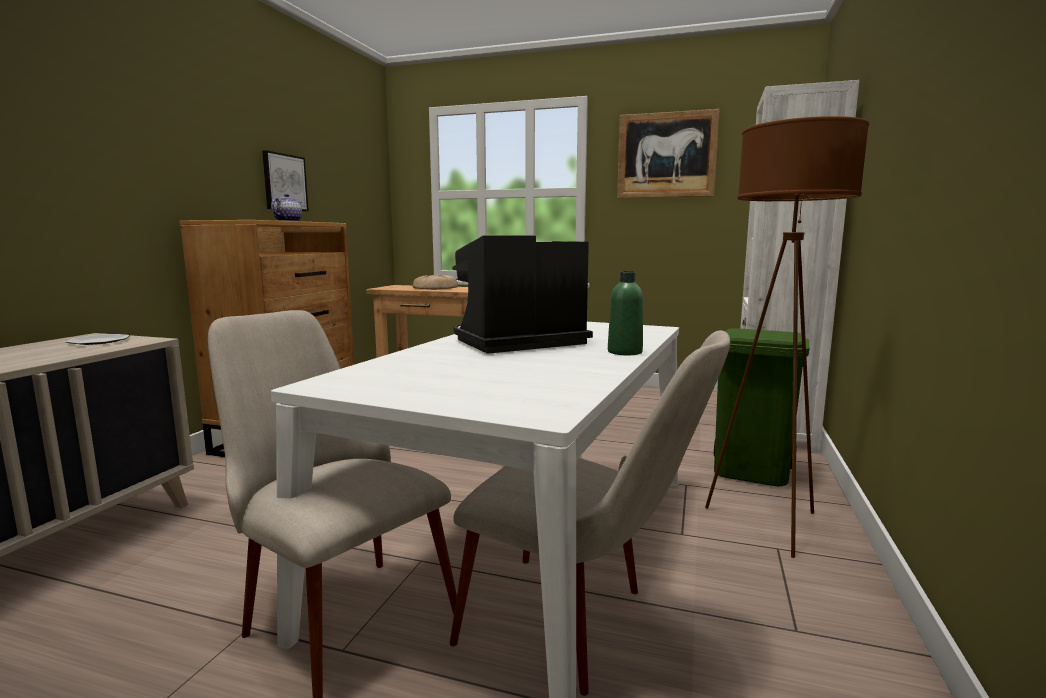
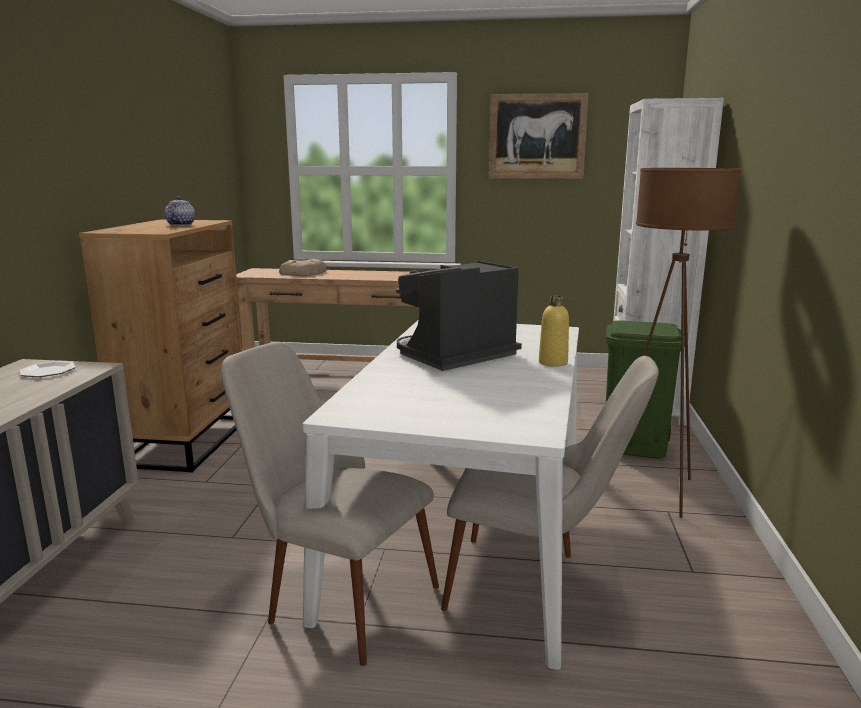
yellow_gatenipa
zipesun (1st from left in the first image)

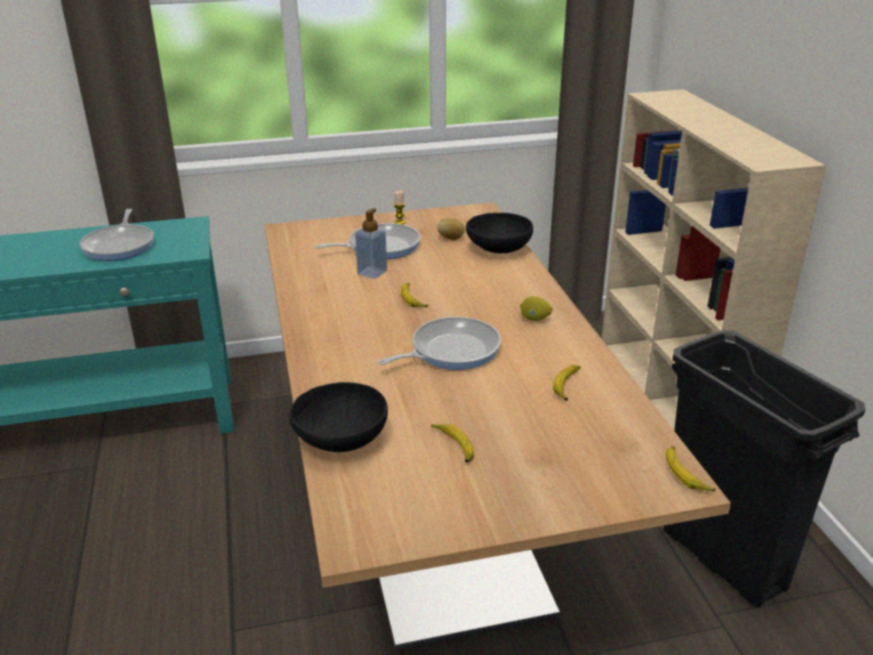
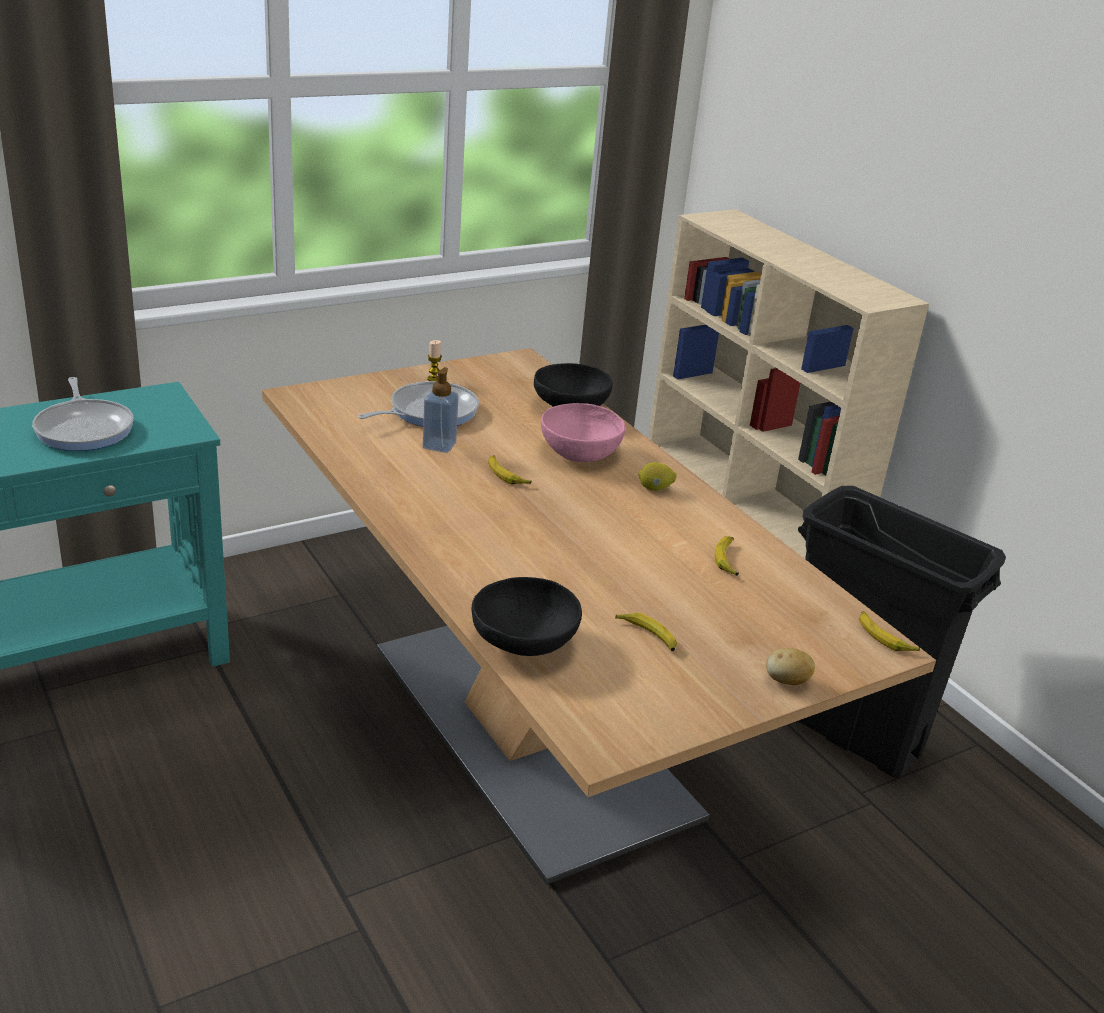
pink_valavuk
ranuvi
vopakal (3rd from left in the first image)

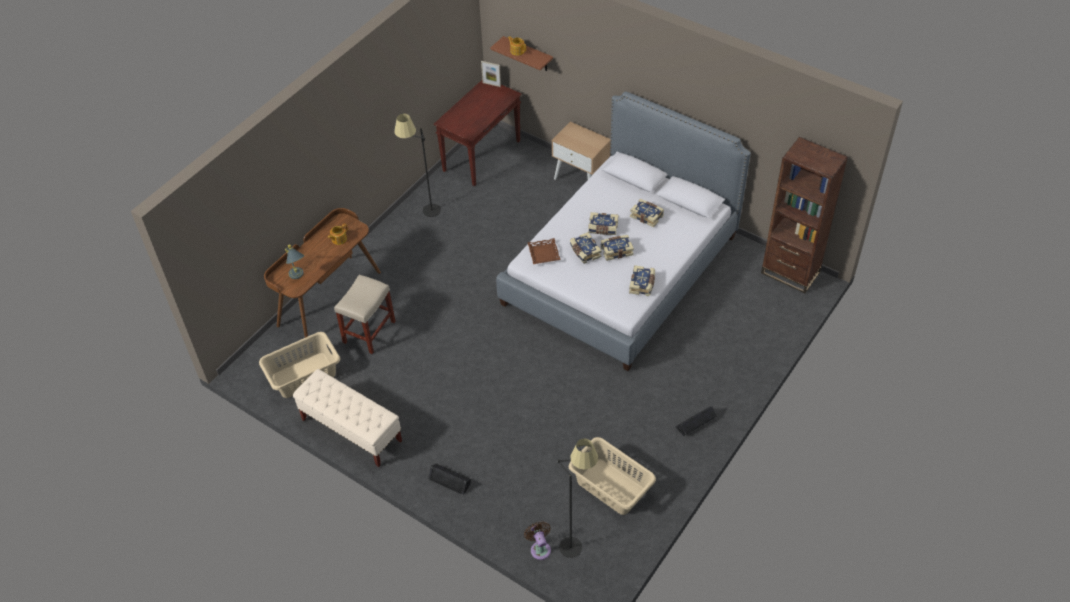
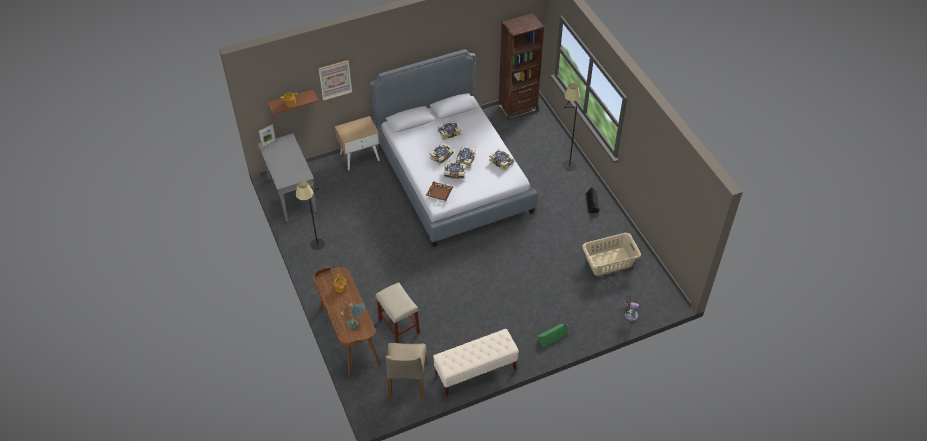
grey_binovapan
zipesun
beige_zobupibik
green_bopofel
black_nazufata (2nd from left)

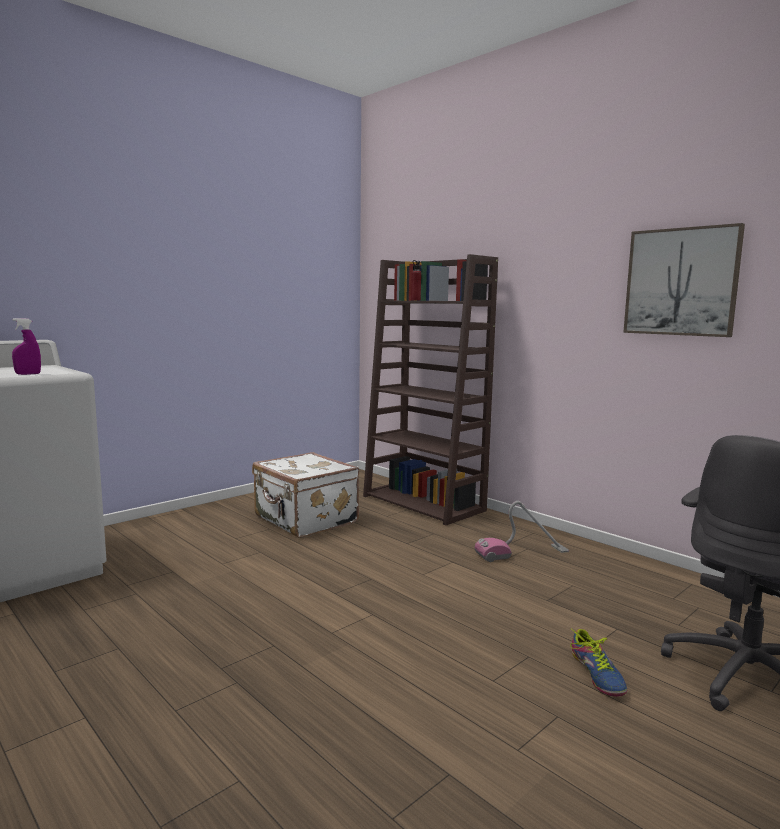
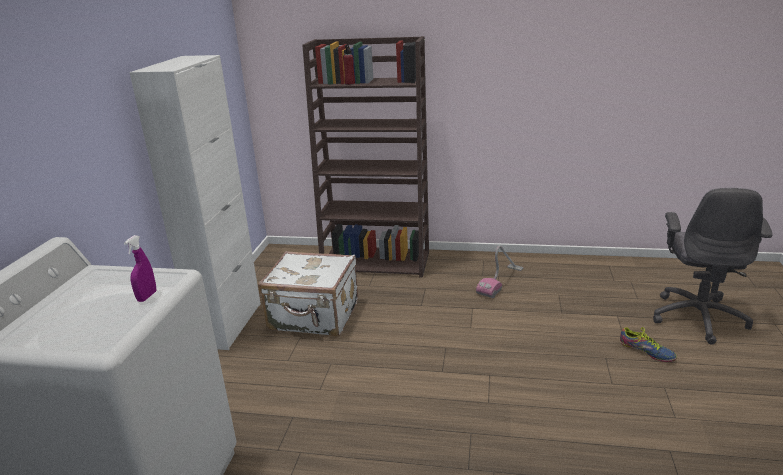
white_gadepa
zipesun

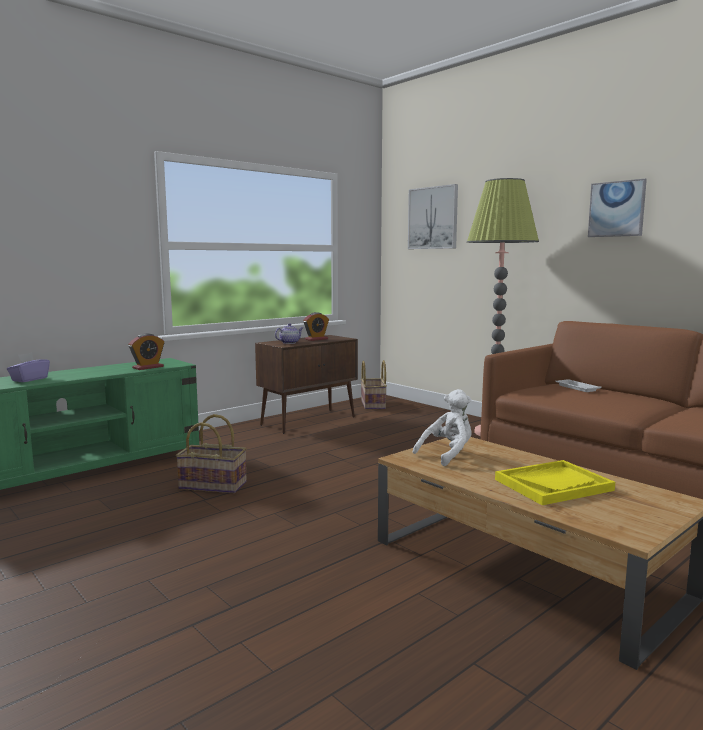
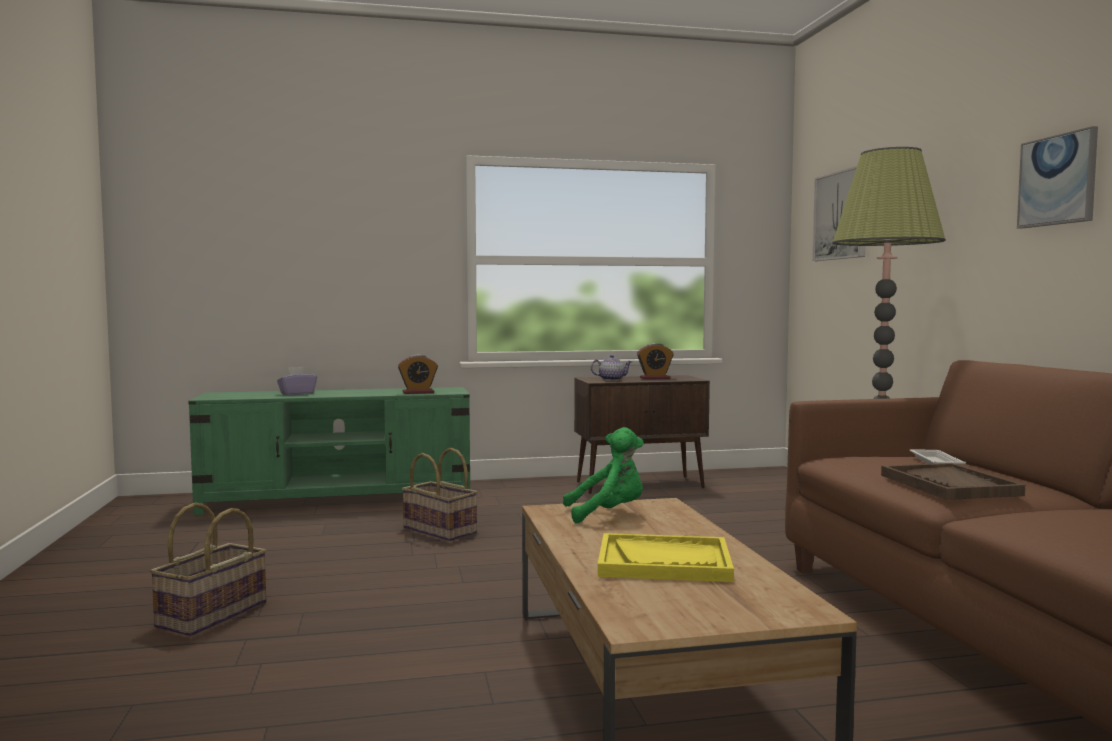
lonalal (1st from left)
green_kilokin
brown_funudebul

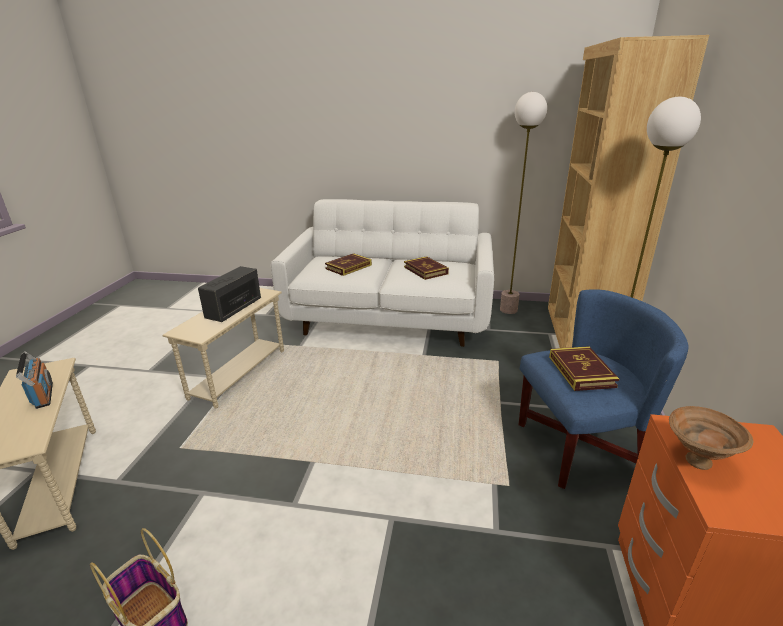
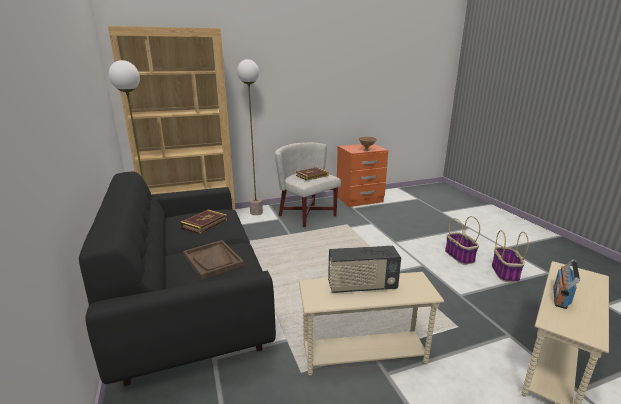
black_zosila
brown_funudebul
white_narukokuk
lonalal (1st from left)

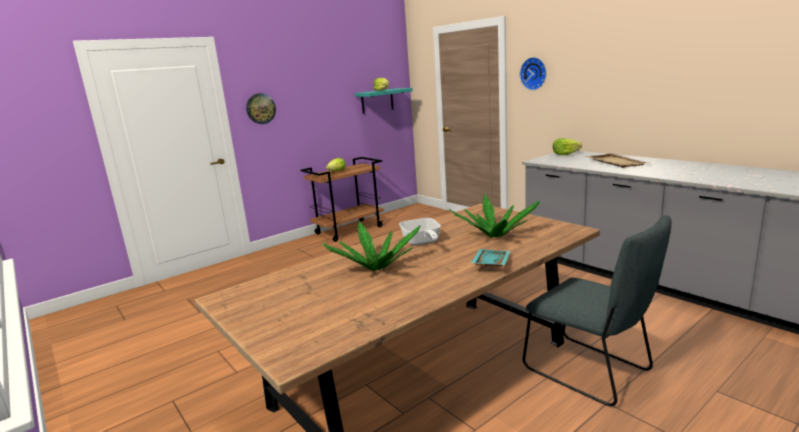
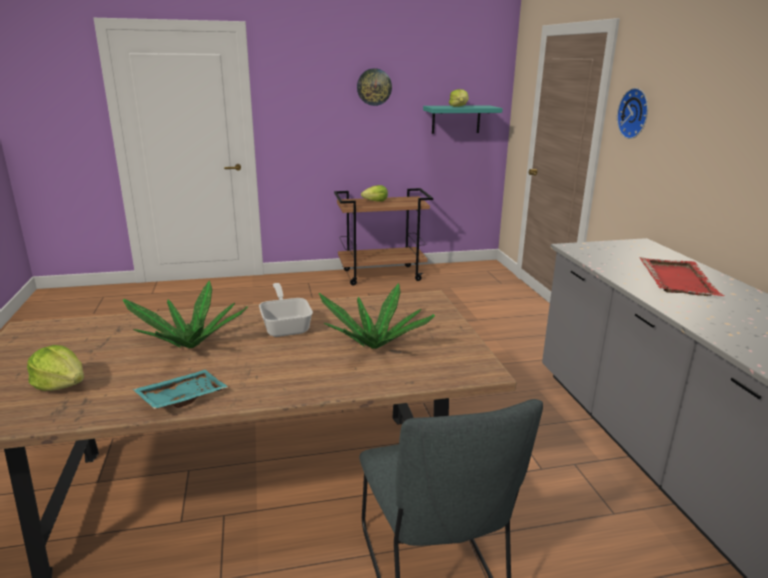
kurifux (1st from left)
turquoise_funudebul
vopakal
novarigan (1st from left)
red_funudebul

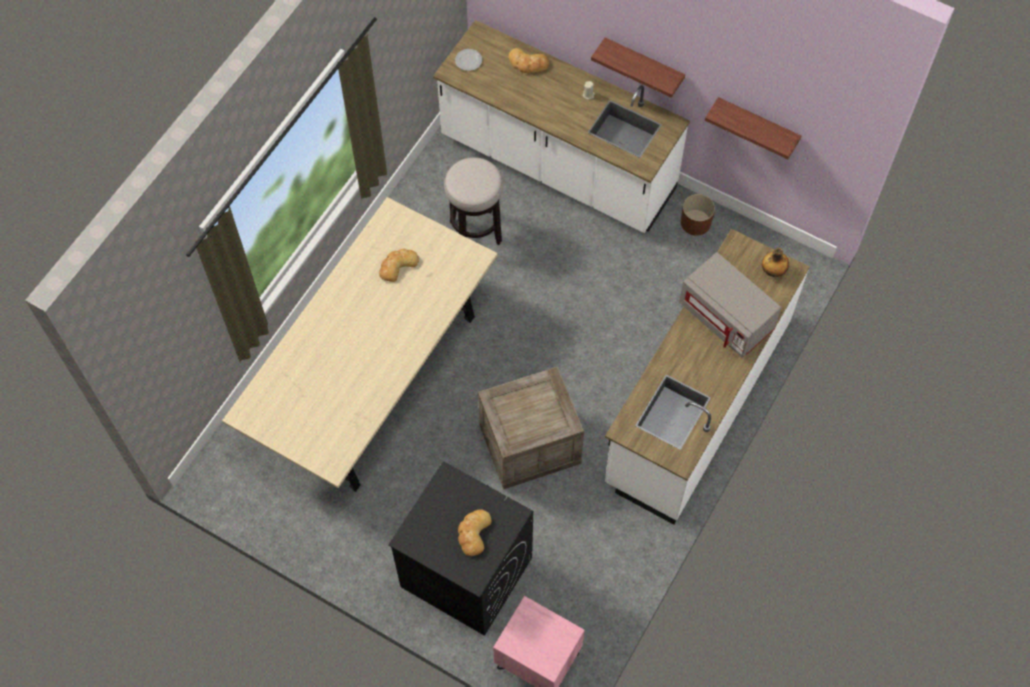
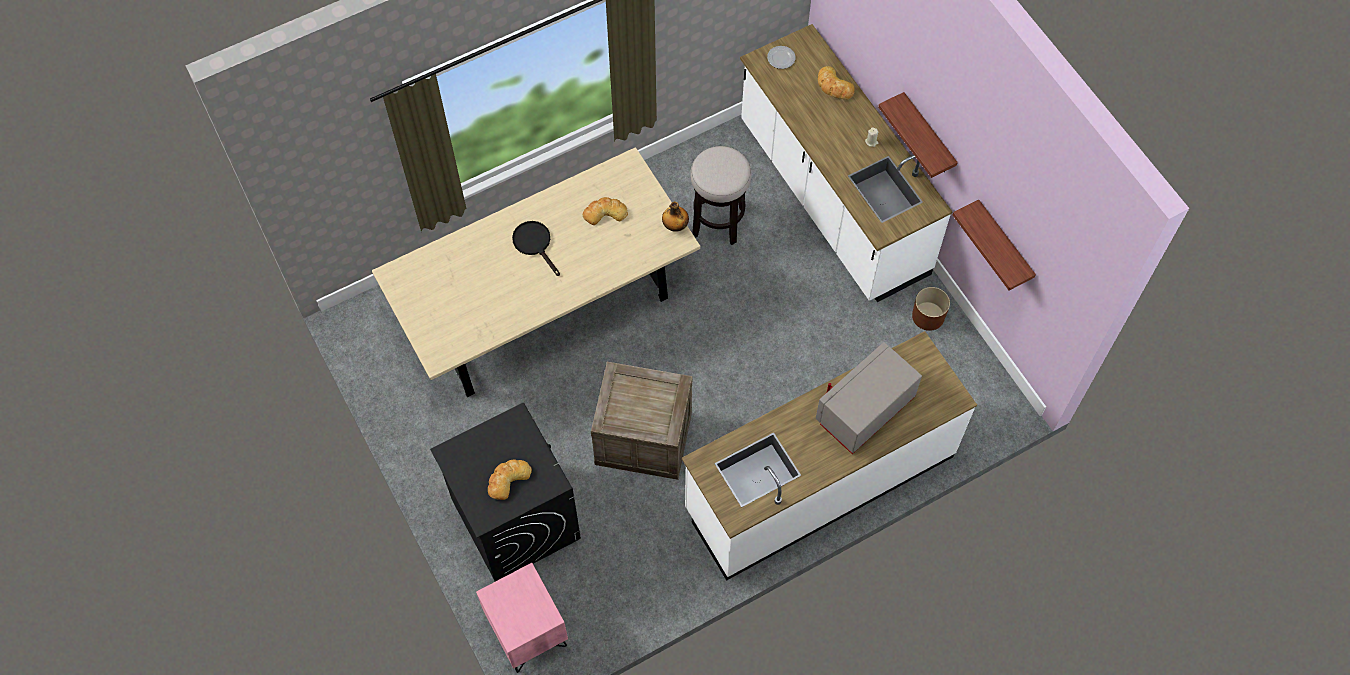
black_vopakal
gatenipa
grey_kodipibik

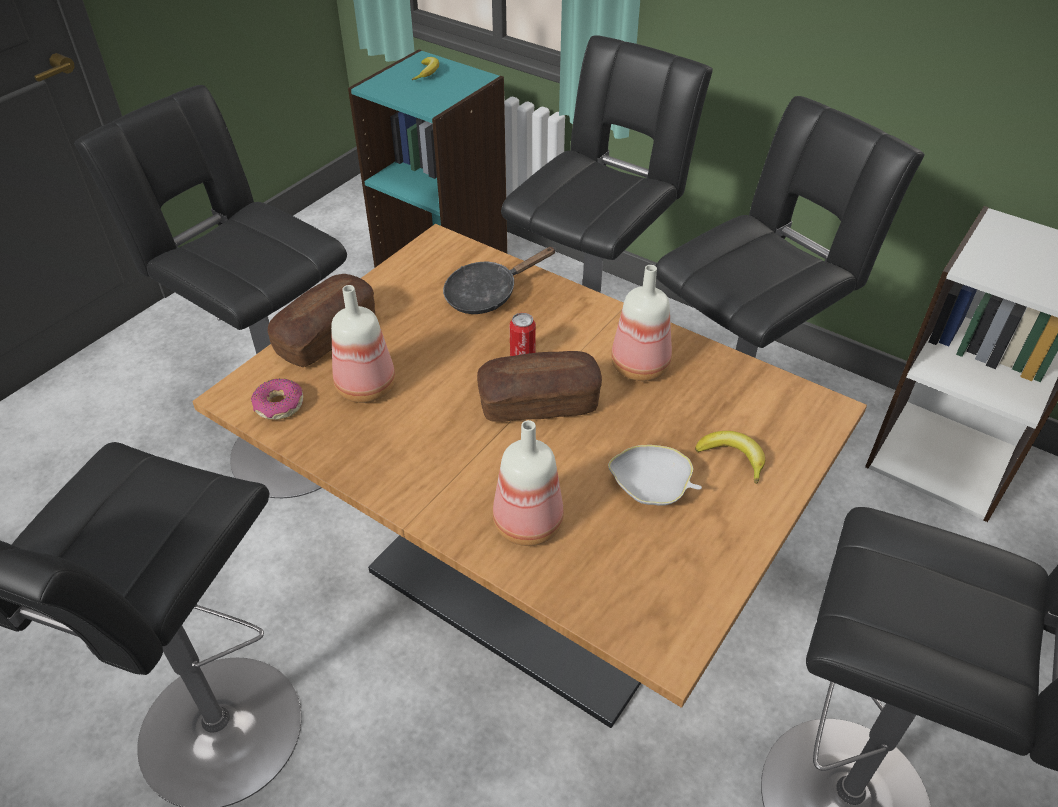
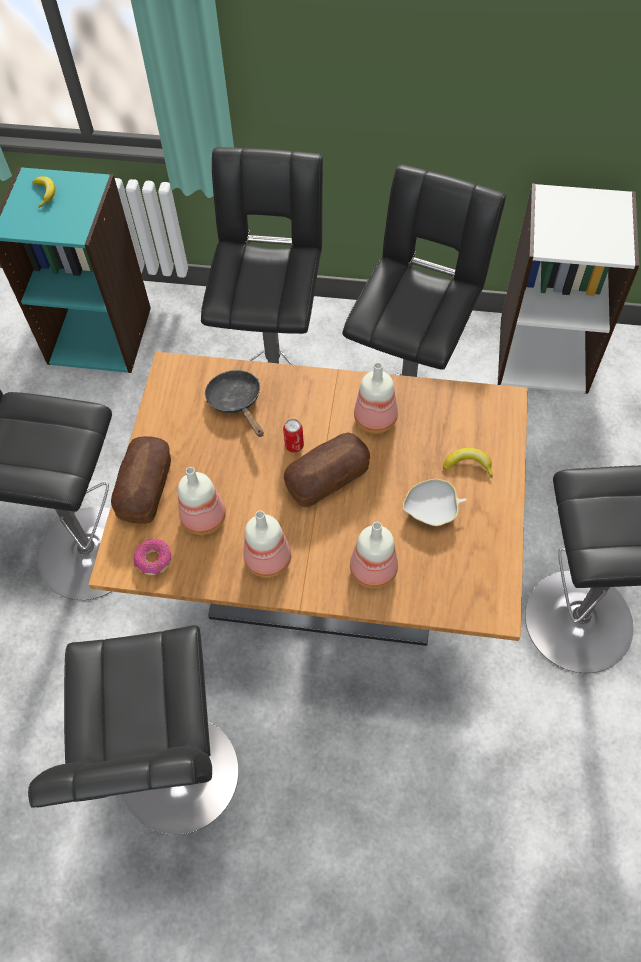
black_vopakal
gatenipa (2nd from left)

